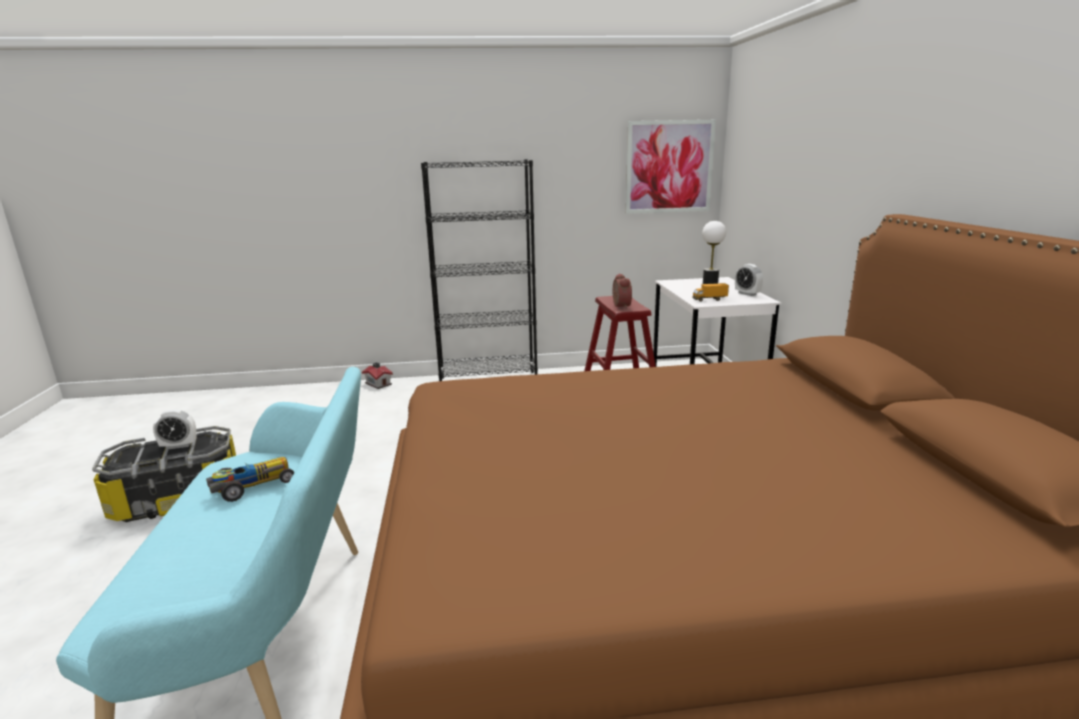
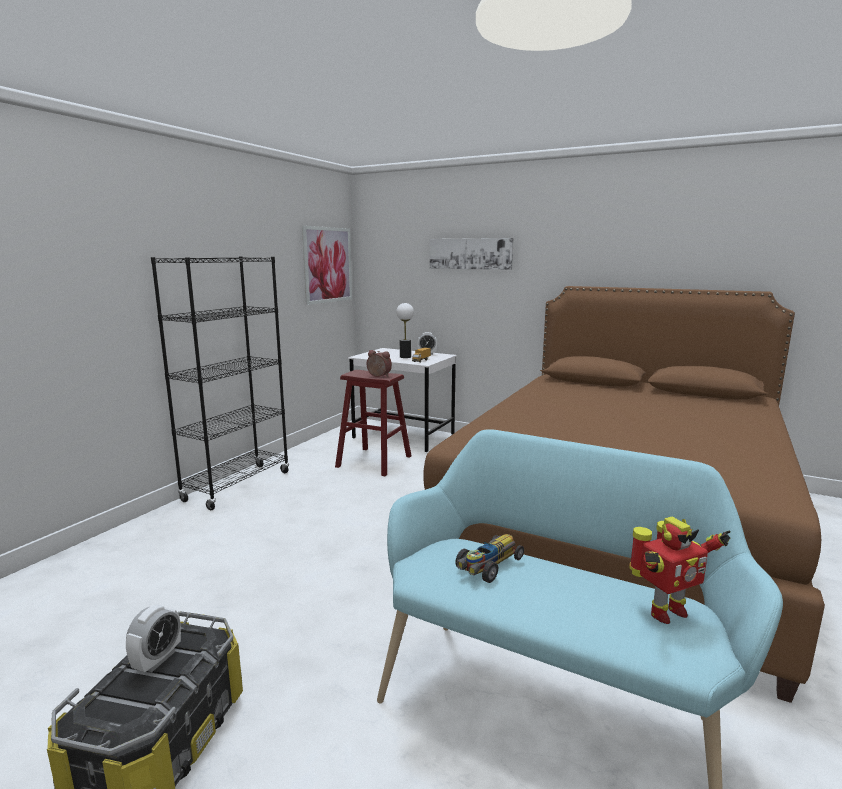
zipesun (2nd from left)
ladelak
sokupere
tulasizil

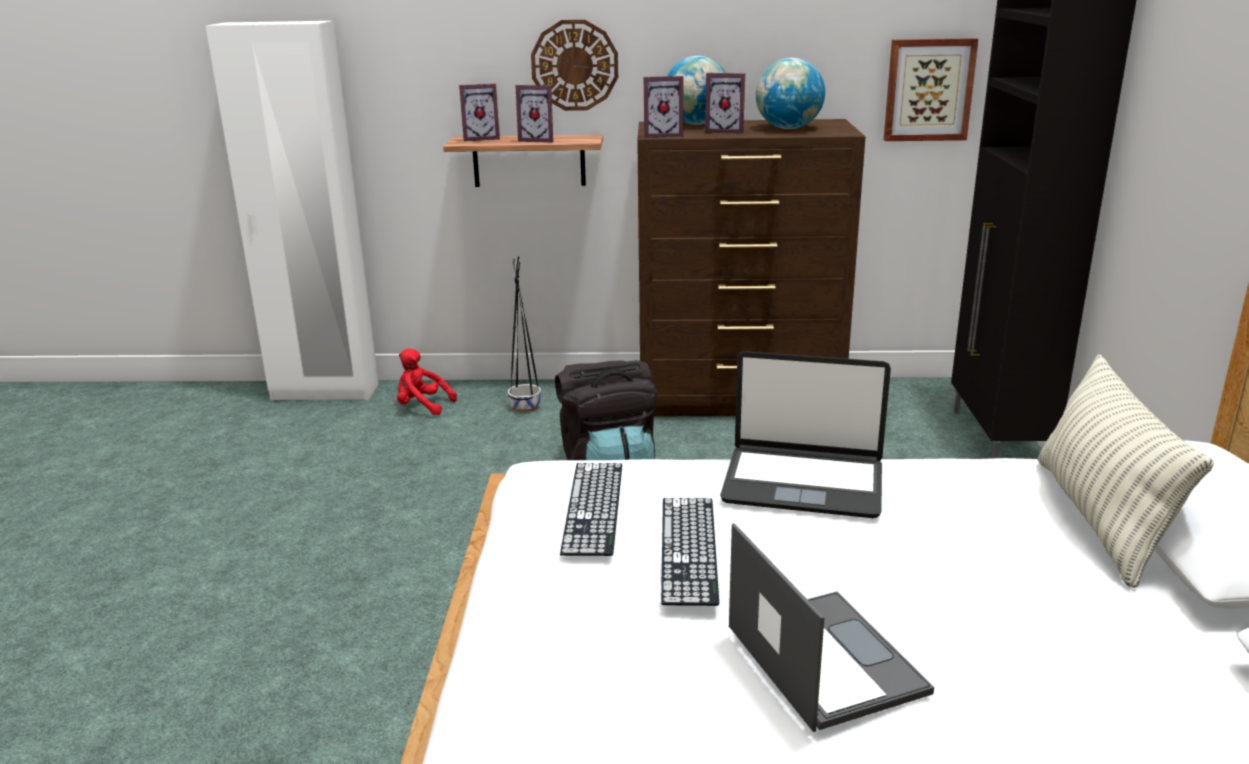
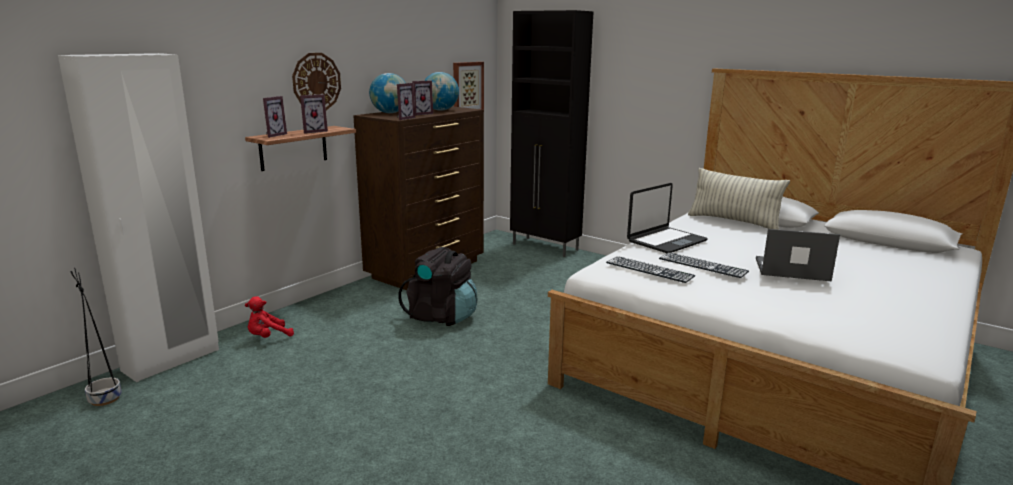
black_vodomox

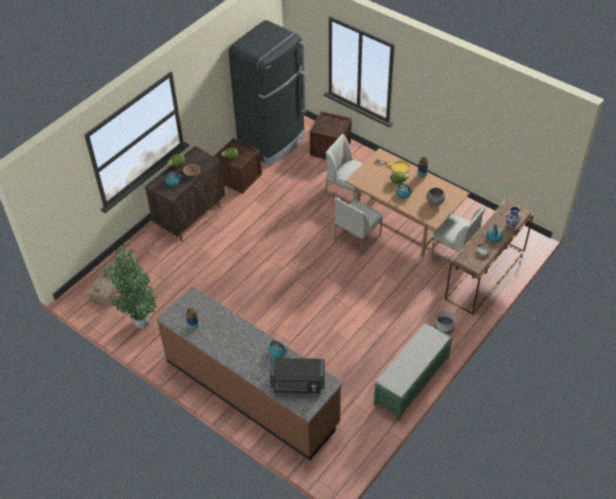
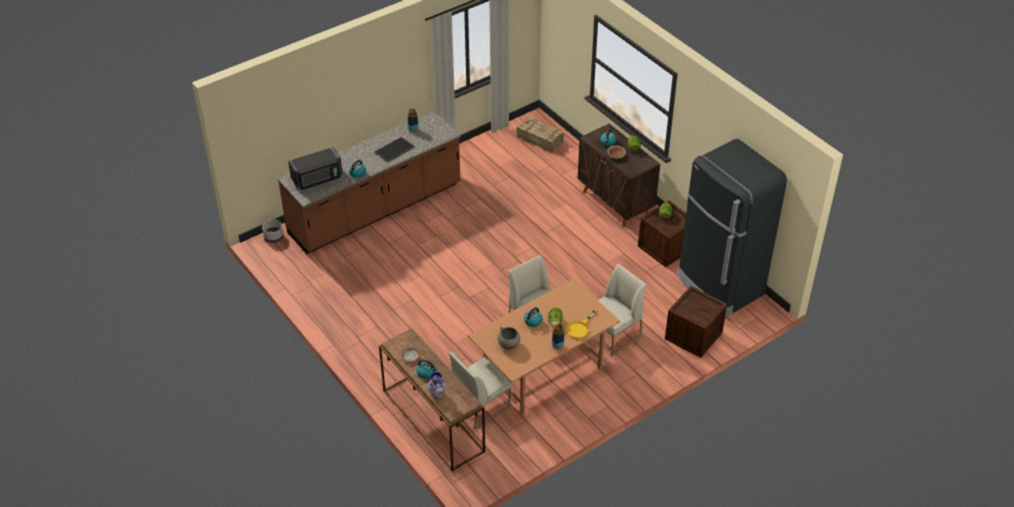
grey_vodomox
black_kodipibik
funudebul
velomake
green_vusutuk

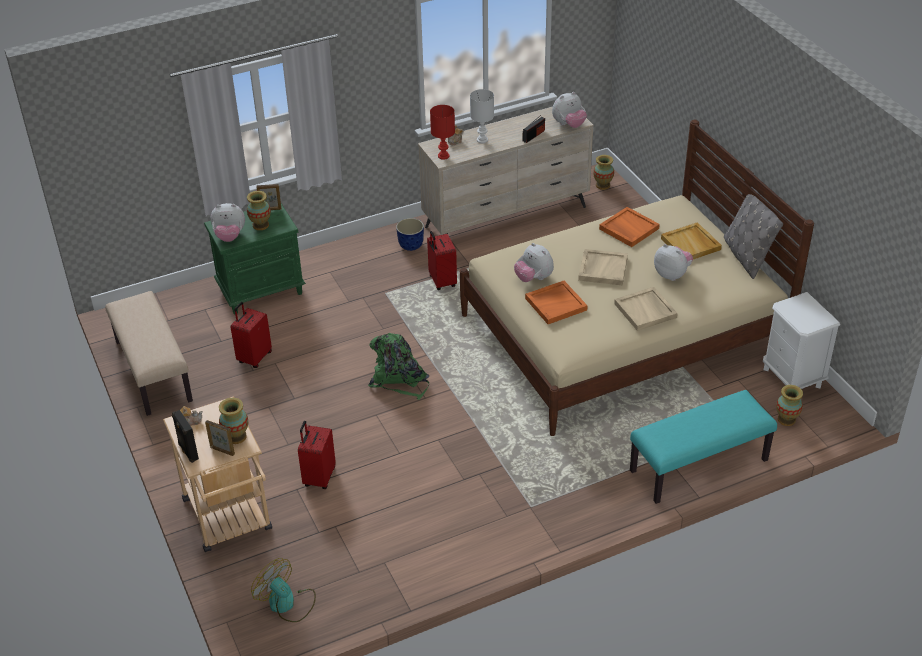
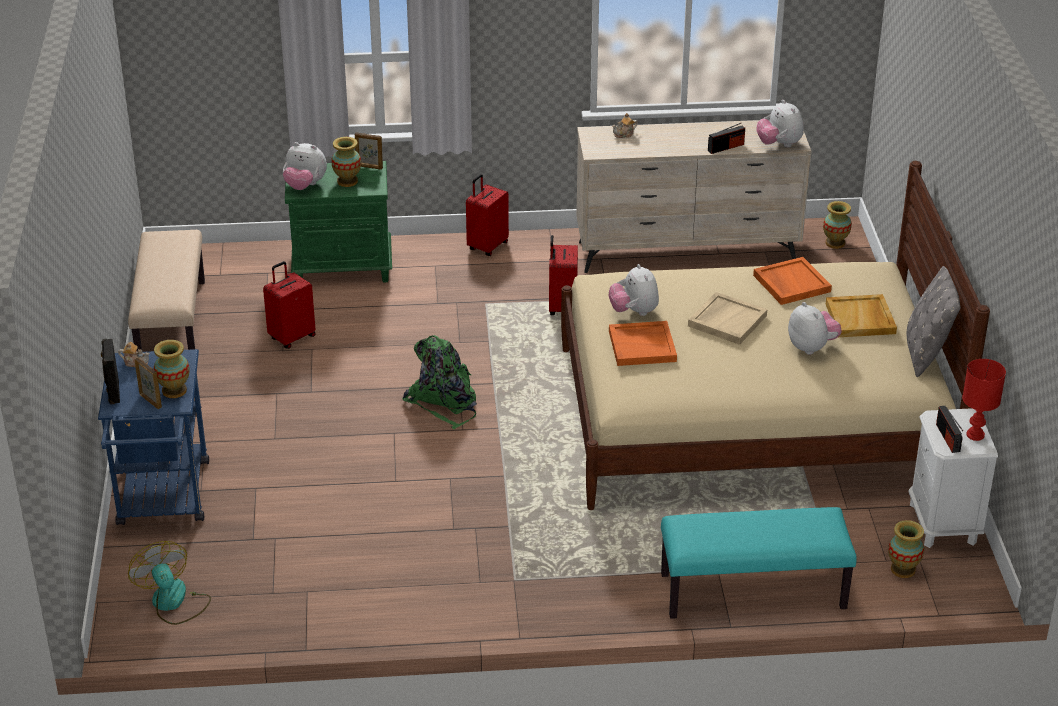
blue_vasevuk
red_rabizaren (2nd from left)
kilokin (3rd from left)
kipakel (2nd from left)
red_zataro
vodomox
white_zataro
beige_funudebul (2nd from left in the first image)

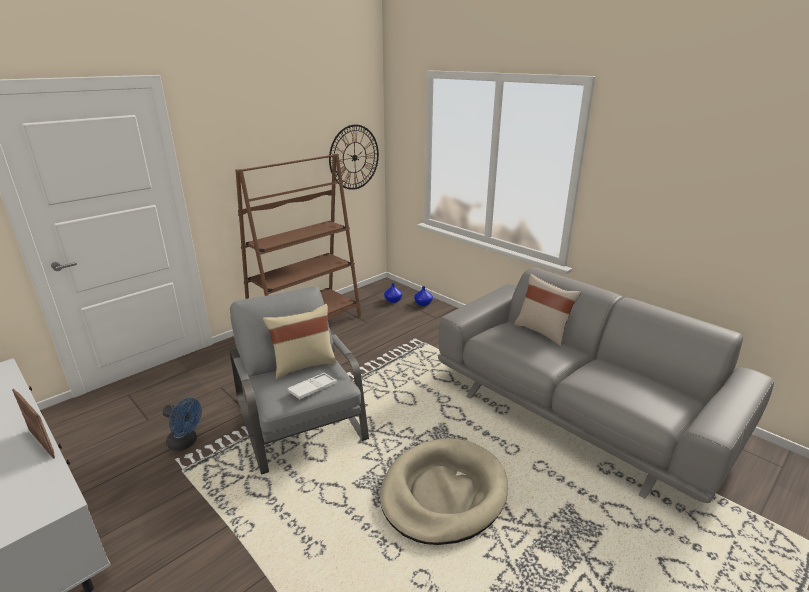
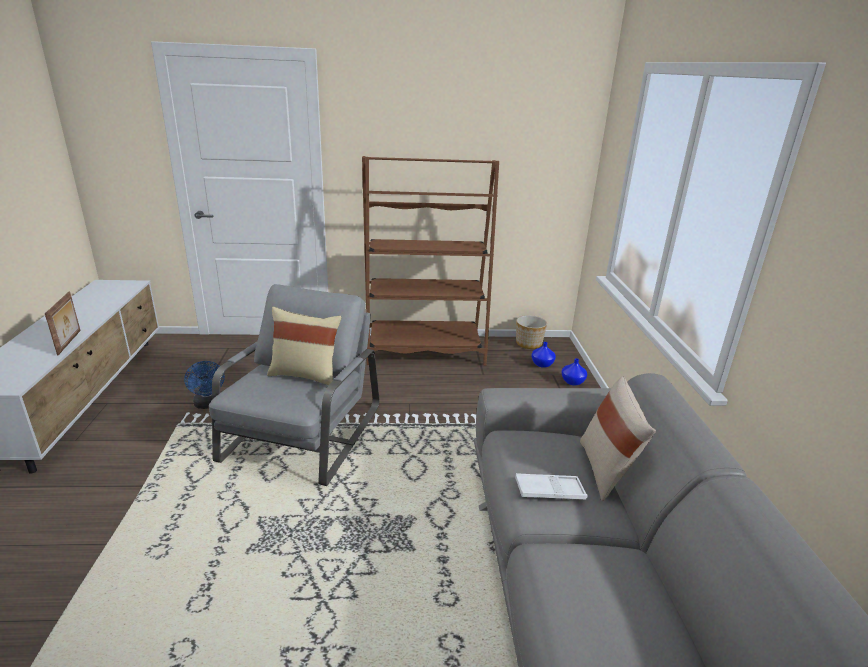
white_funudebul
vodomox
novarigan
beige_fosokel

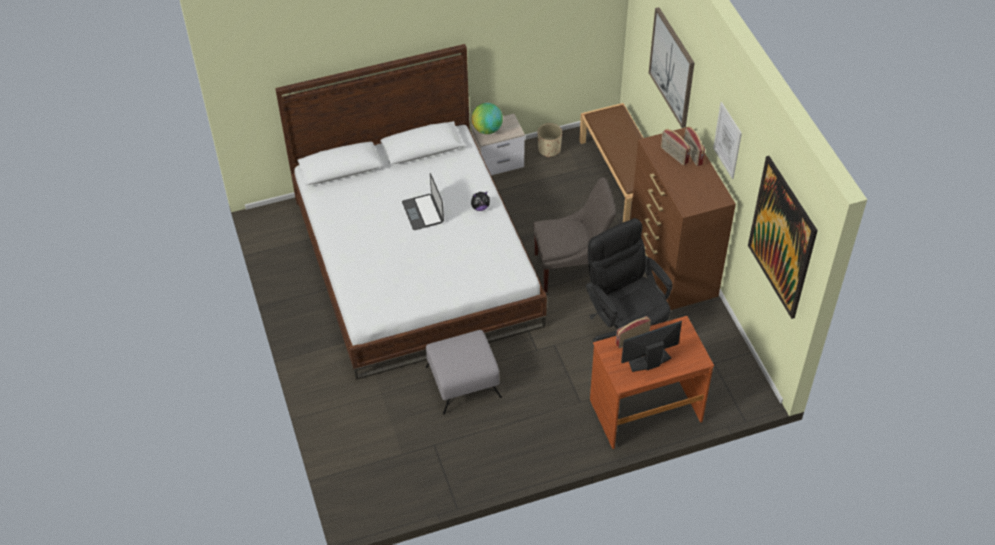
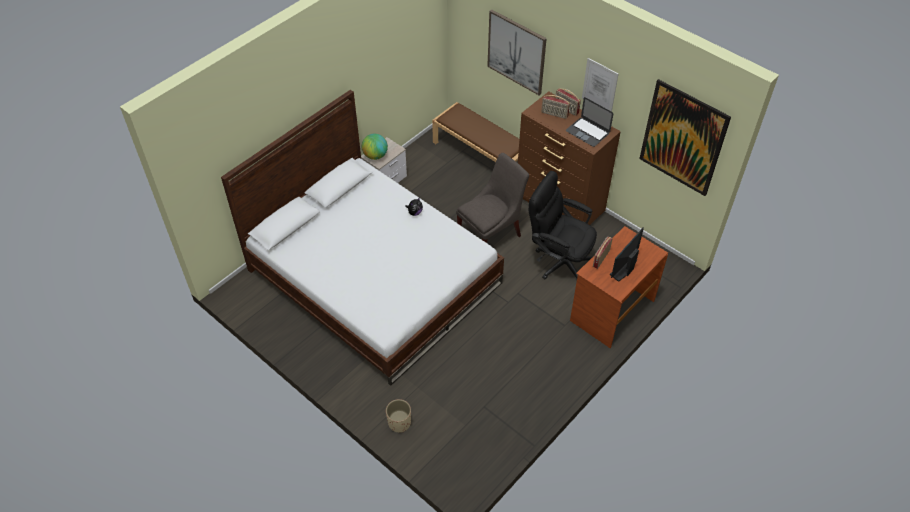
beige_vodomox
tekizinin
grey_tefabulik

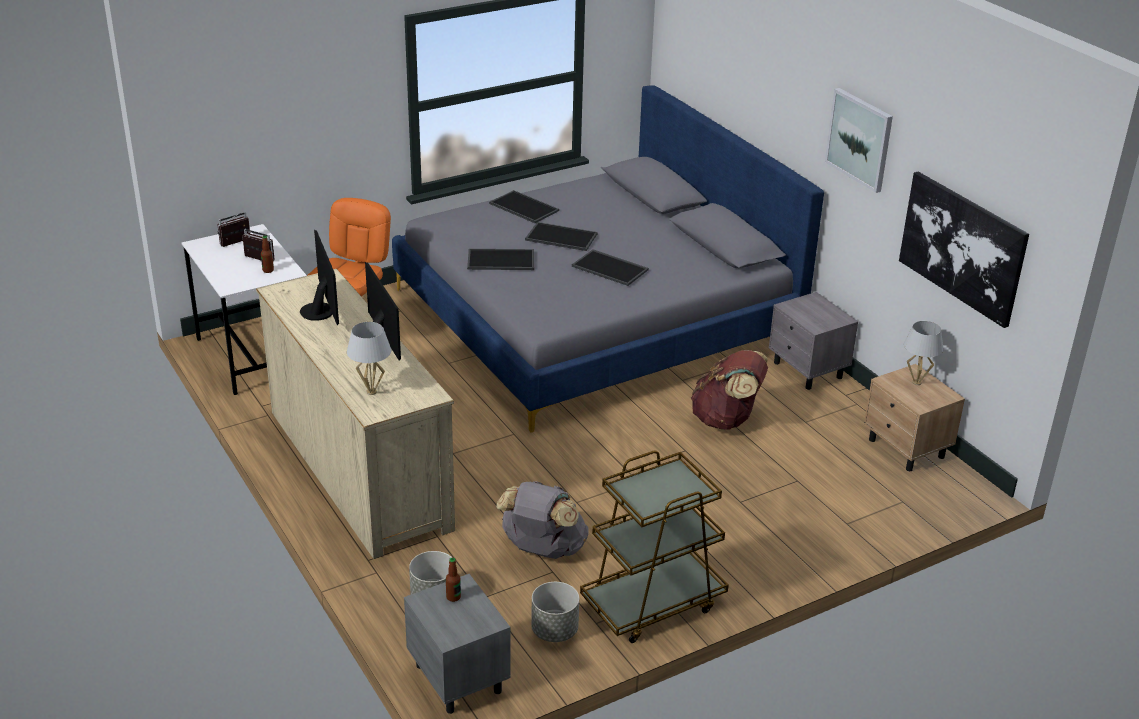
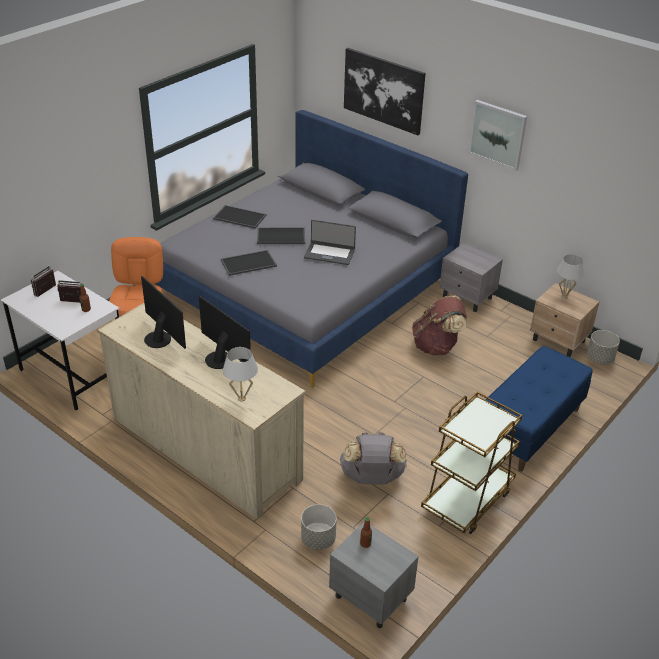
tekizinin
zipesun (1st from left)
blue_vusutuk
grey_vodomox (2nd from left)

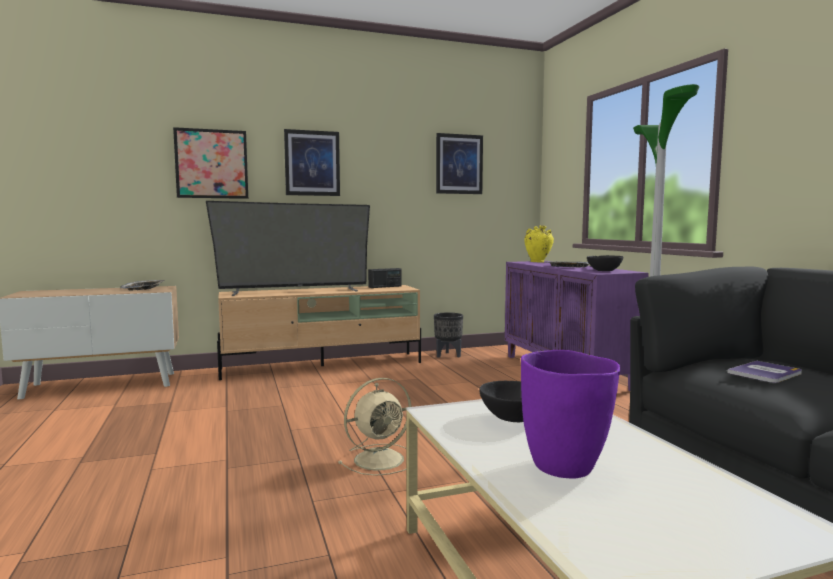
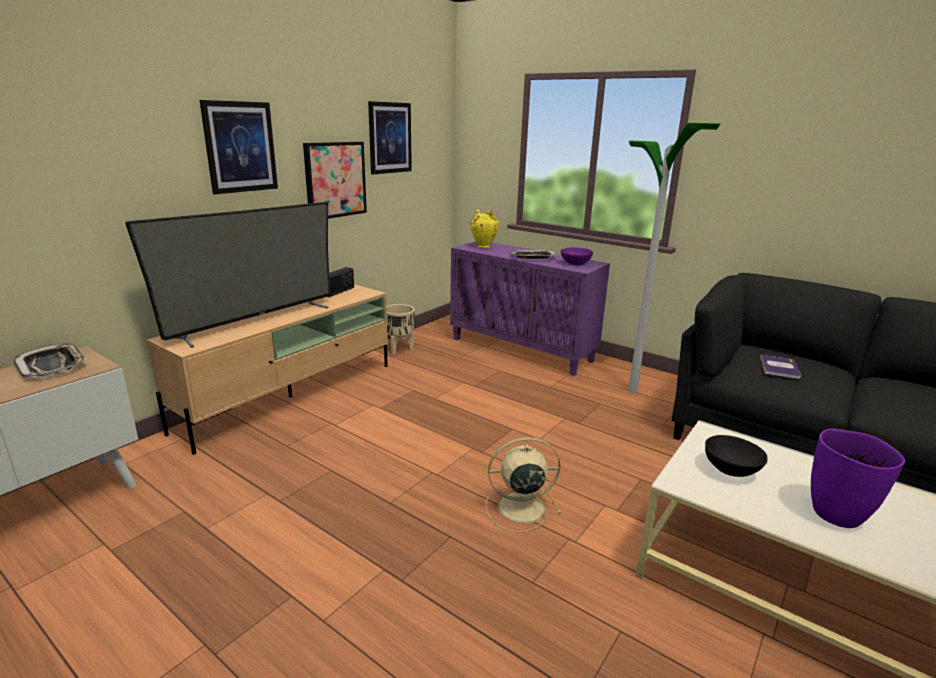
zipesun (2nd from left)
beige_vodomox
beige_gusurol
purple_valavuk

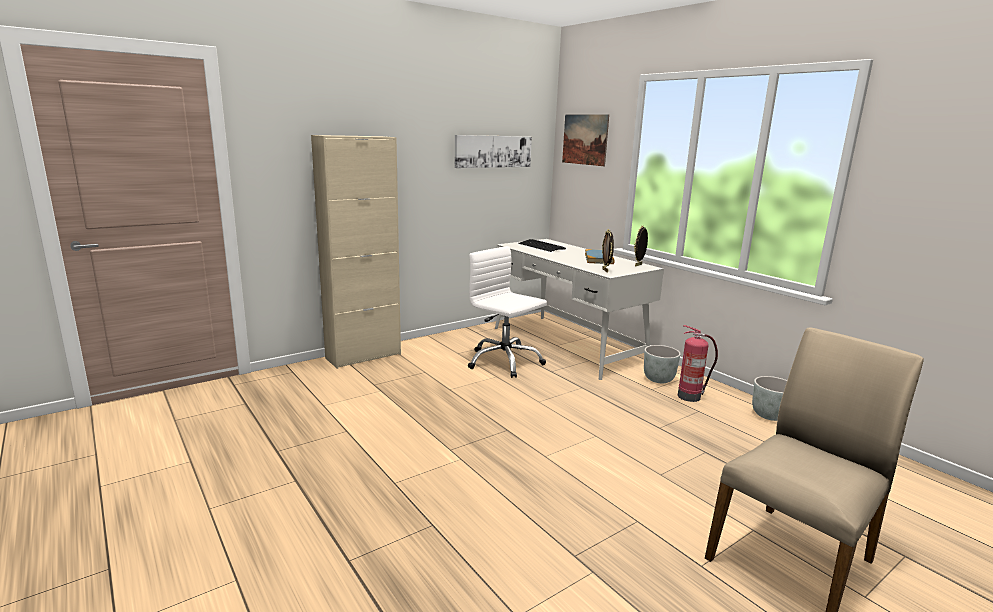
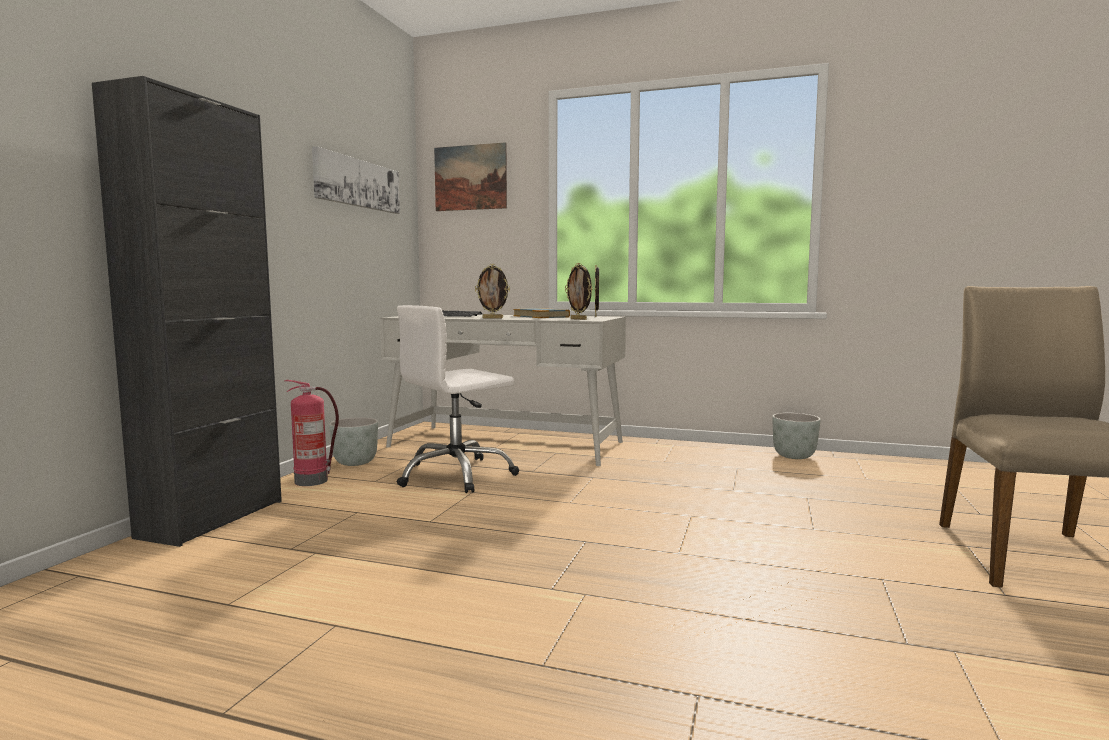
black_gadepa
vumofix
grey_vodomox (1st from left)
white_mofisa
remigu (1st from left)

